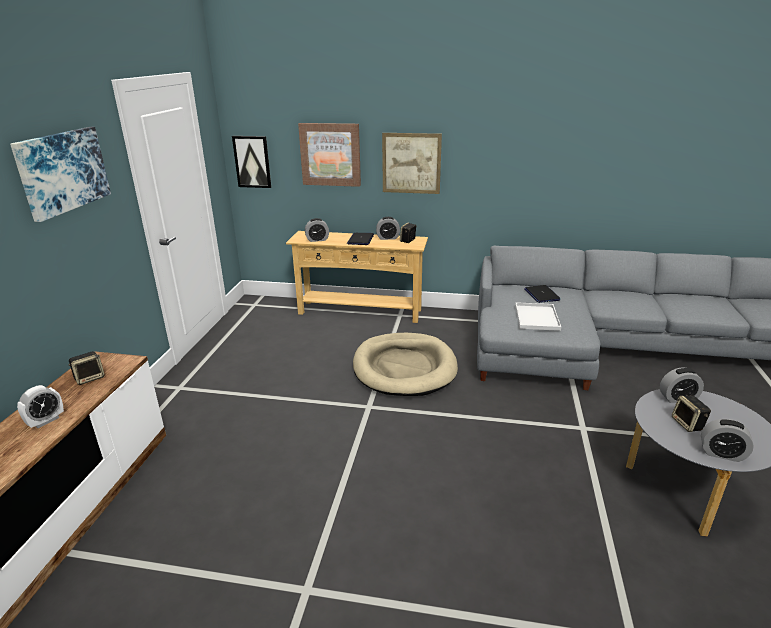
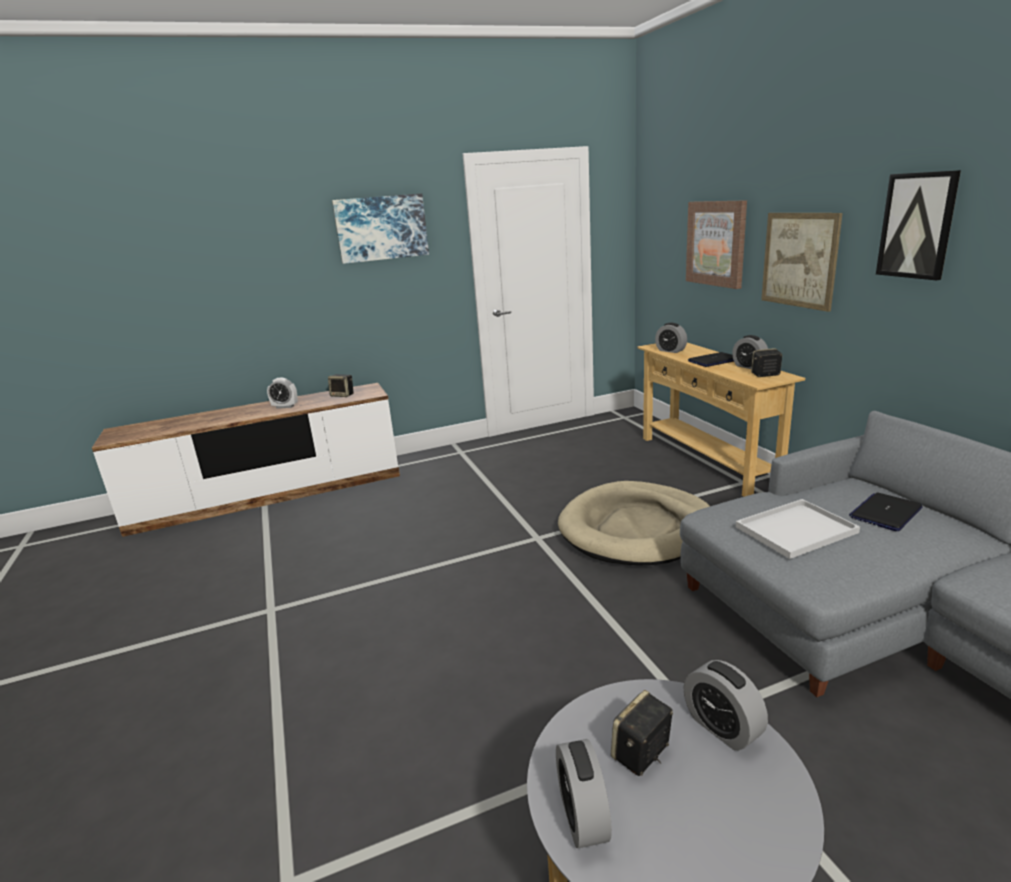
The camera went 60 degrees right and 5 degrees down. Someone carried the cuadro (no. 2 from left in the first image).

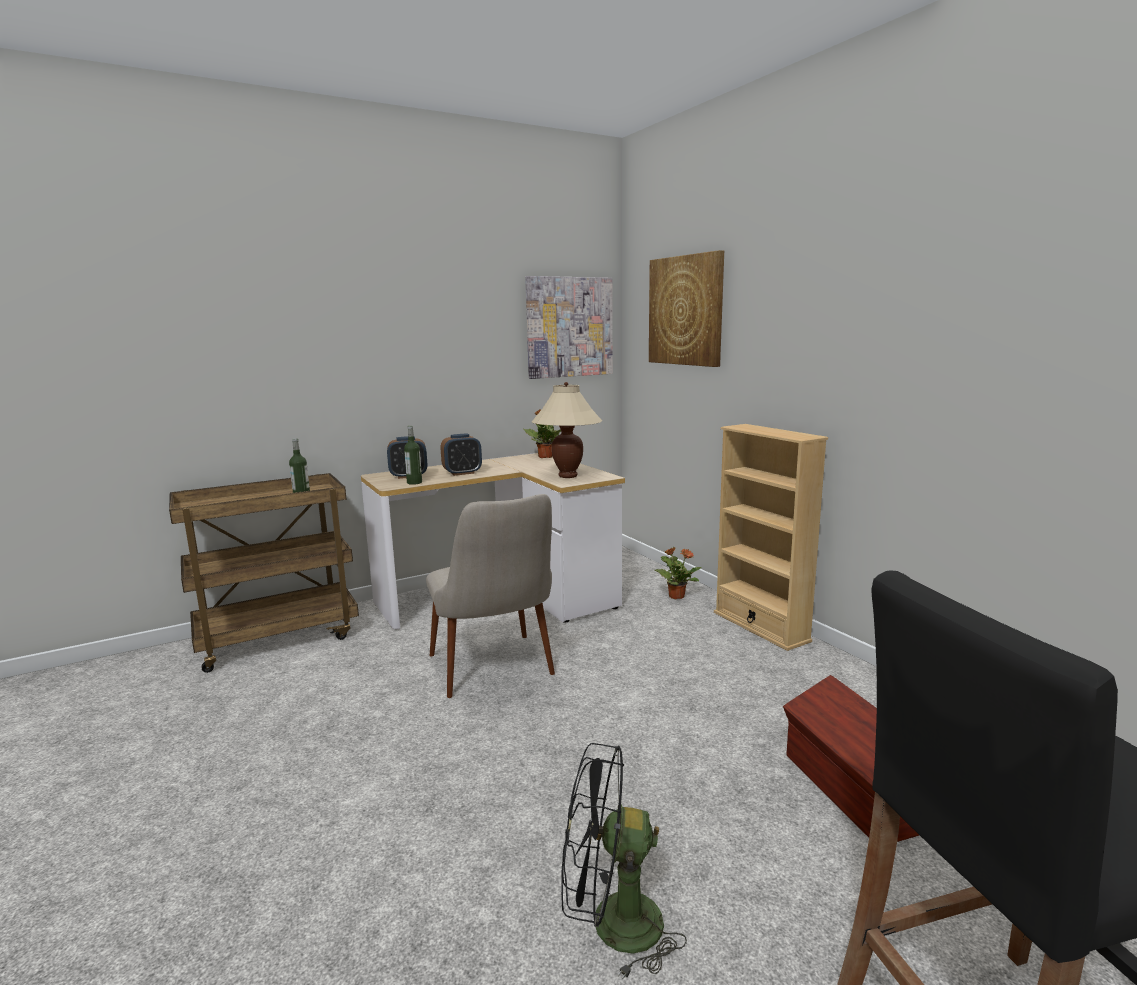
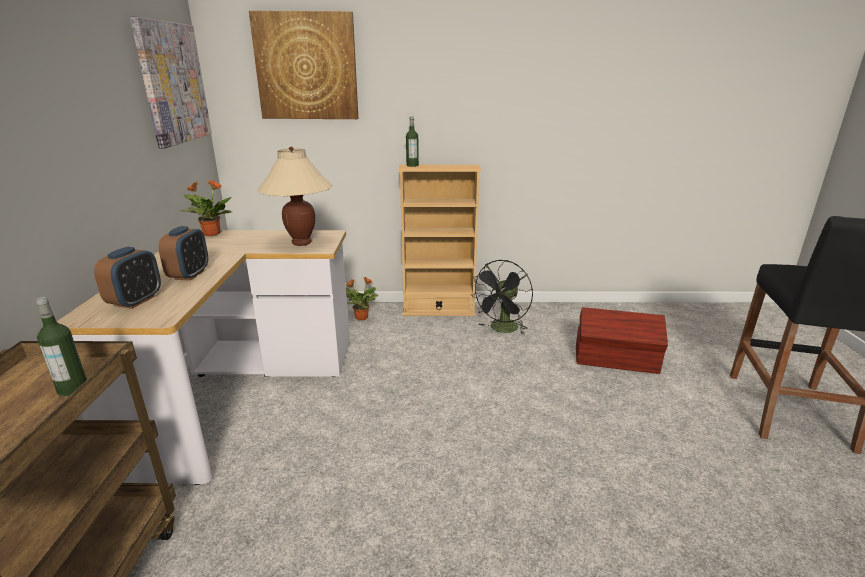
The camera went 60 degrees left and 10 degrees up. Someone carried the botella (no. 2 from left). Someone carried the ventilador (negro). Someone took away the silla (beis).

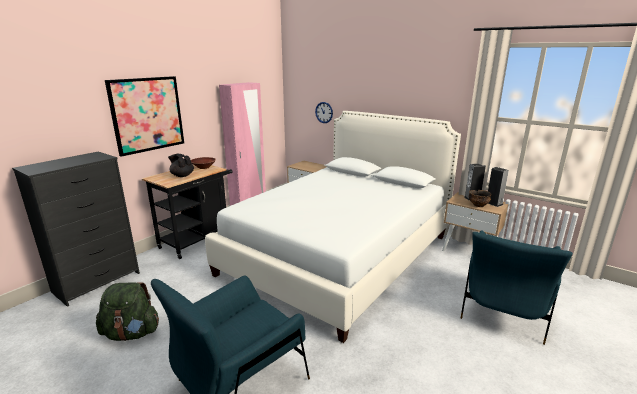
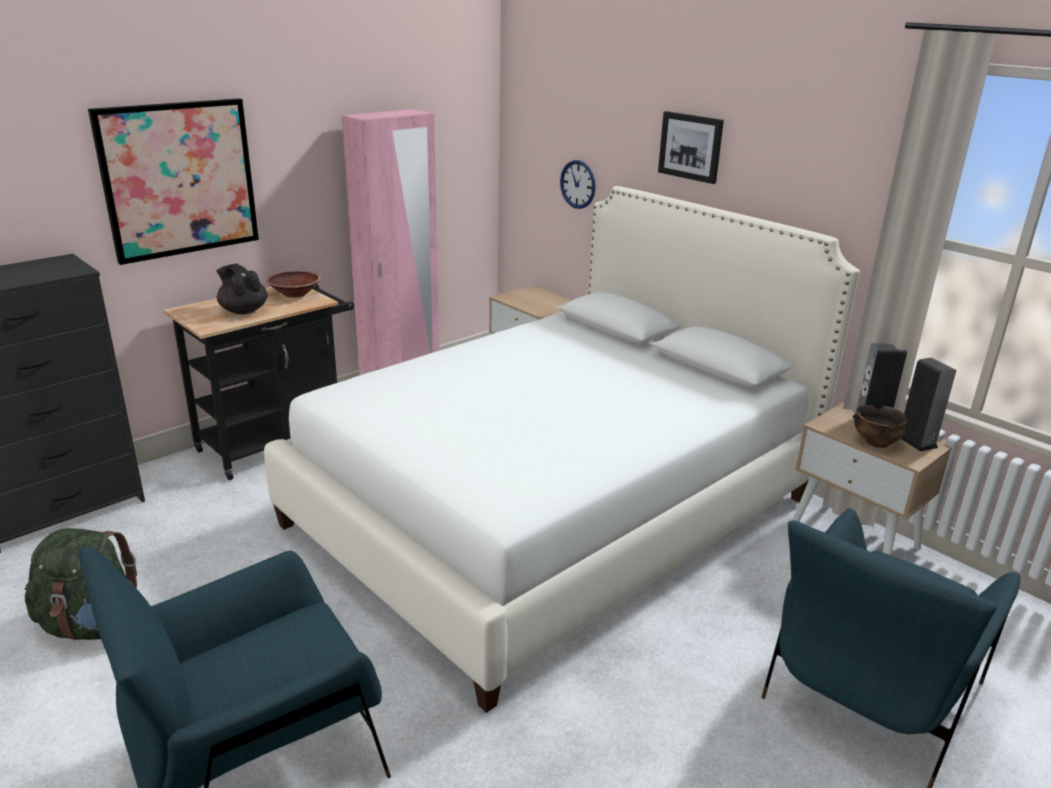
The camera went 10 degrees right and 5 degrees up. Someone put up the cuadro (no. 2 from left).

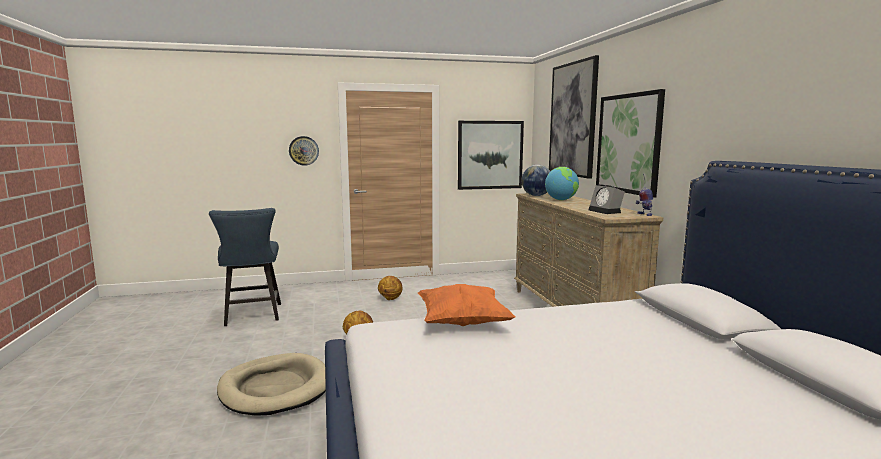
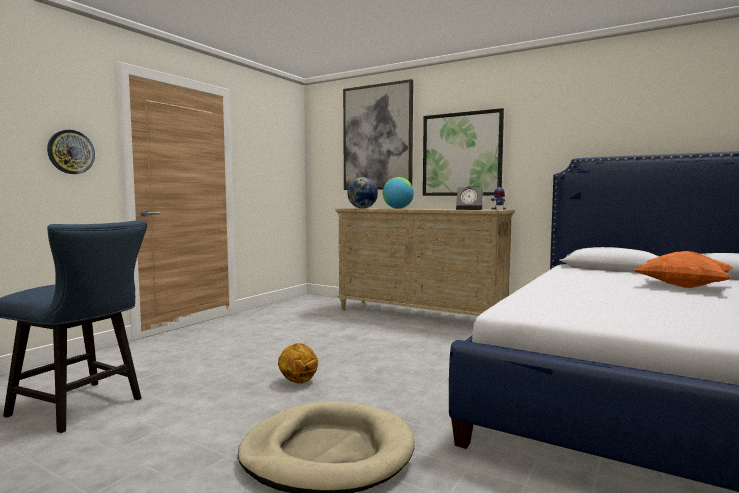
The camera went 45 degrees left and 5 degrees down. Someone carried the cojín (naranja). Someone took away the balón de baloncesto (no. 2 from left). Someone took away the cuadro (no. 1 from left).

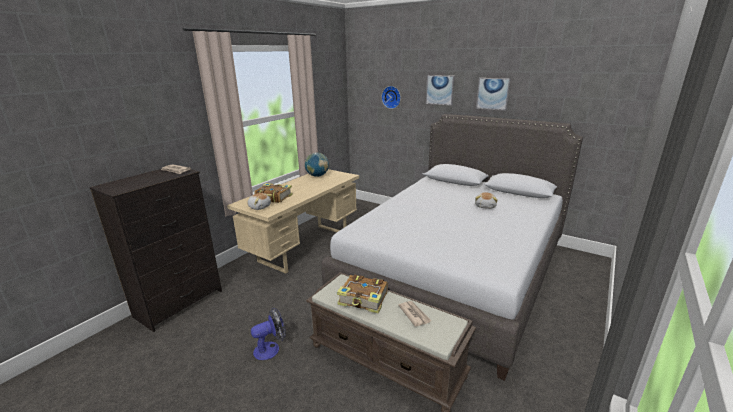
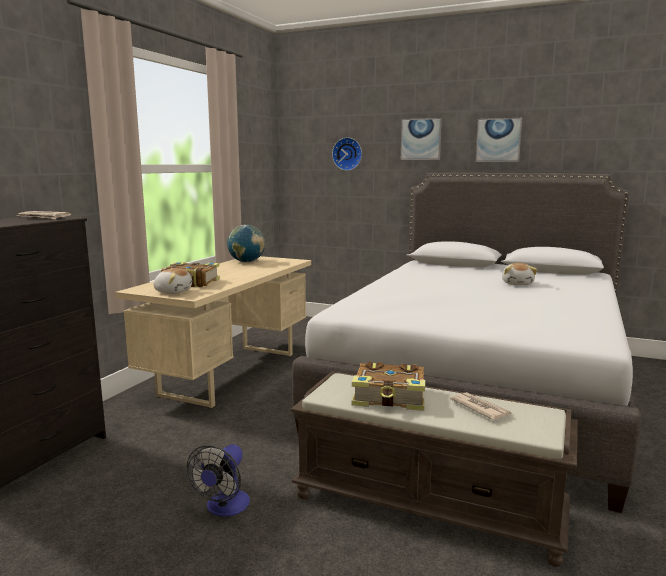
The camera went 10 degrees left and 10 degrees down. Someone rotated the ventilador by 150 degrees clockwise.

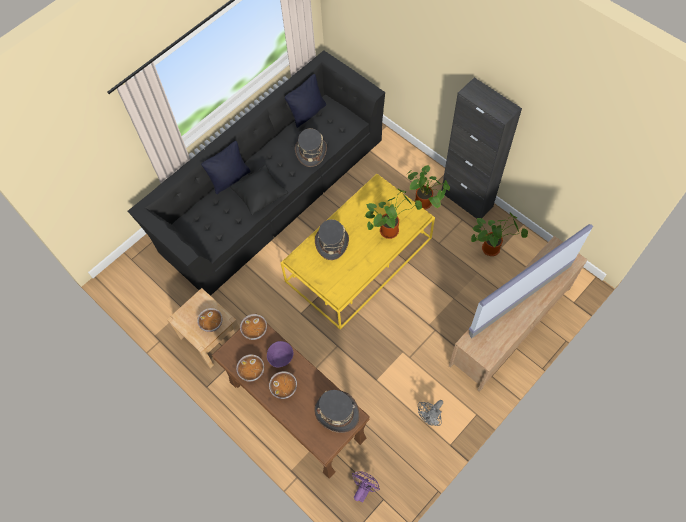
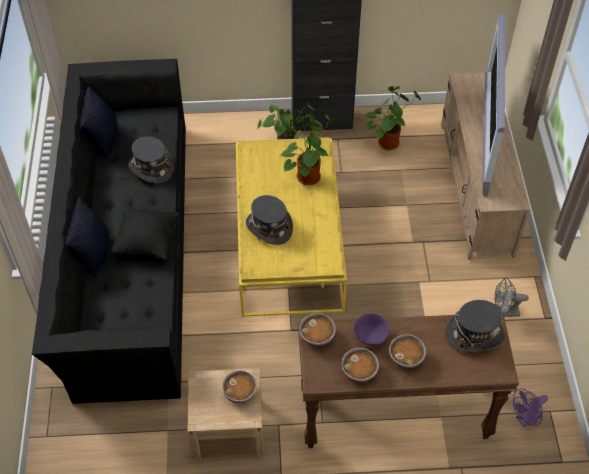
The camera went 50 degrees left and 10 degrees down. Someone rotated the ventilador (gris) by 90 degrees clockwise. Someone rotated the ventilador (morado) by 105 degrees counterclockwise.

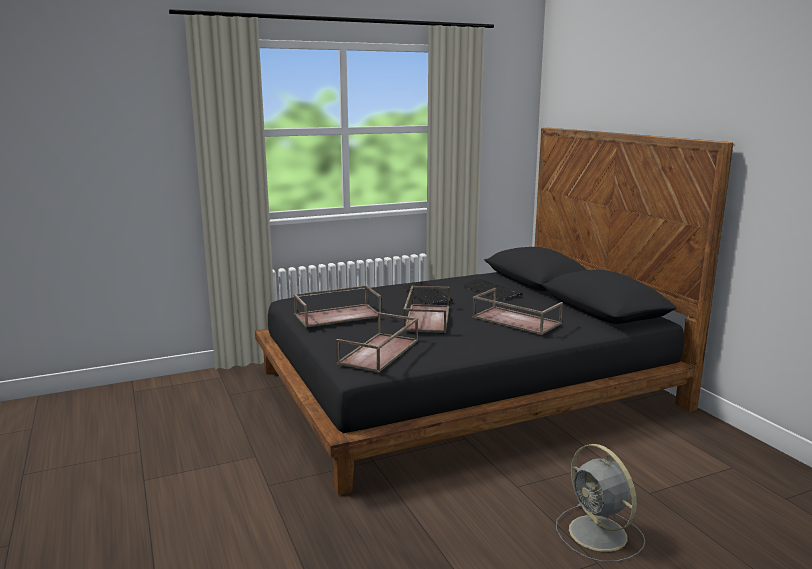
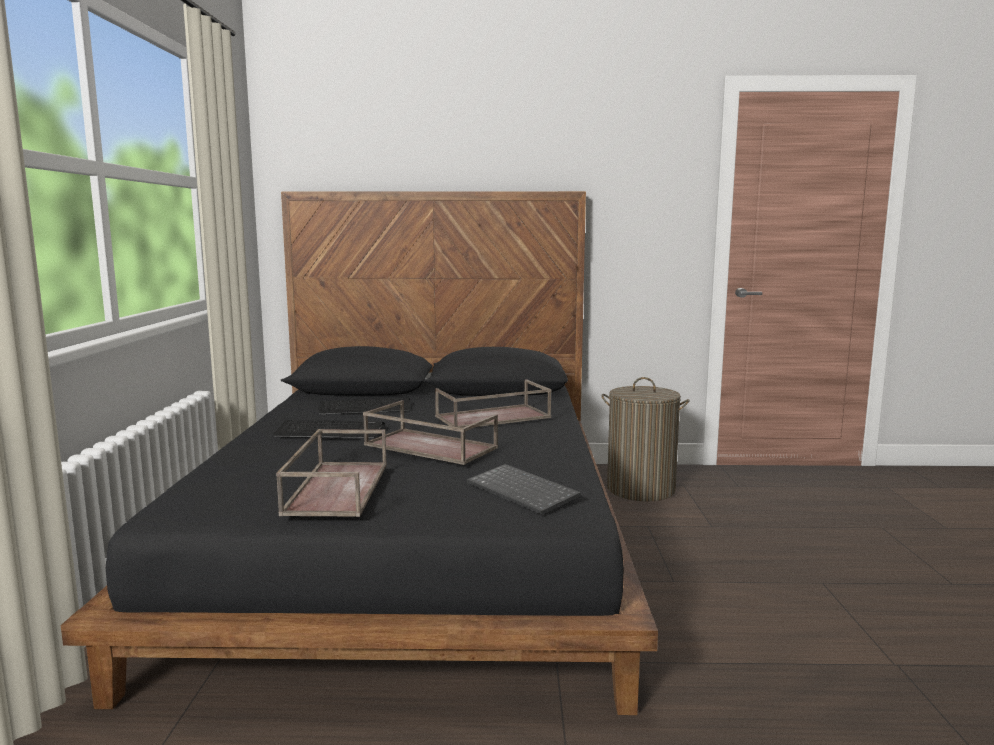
The camera went 65 degrees left and 5 degrees down. Someone swapped the bandeja (marrón) (no. 2 from left) for the teclado (no. 3 from left). Someone put down the cesto de la ropa. Someone took away the ventilador (gris).

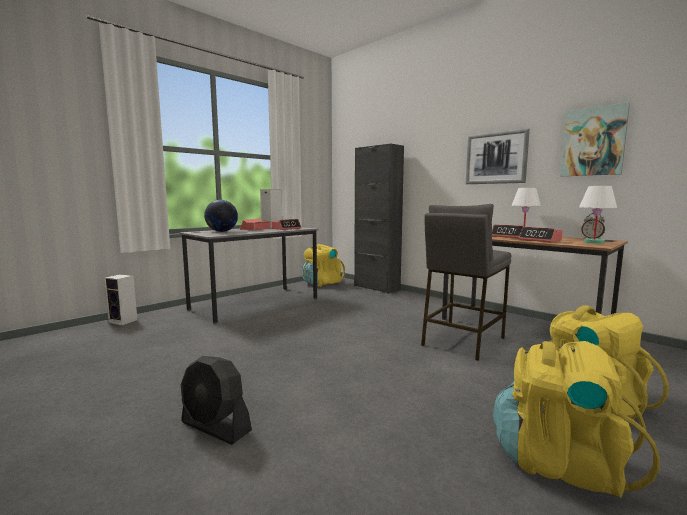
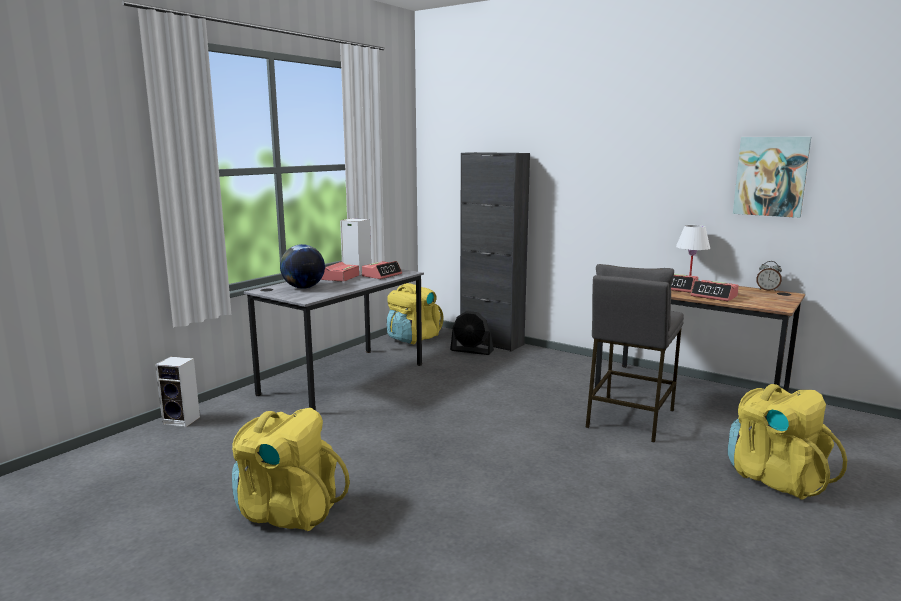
The camera went 10 degrees left and 5 degrees up. Someone carried the mochila (amarillo) (no. 2 from left in the first image). Someone carried the ventilador (negro). Someone took away the cuadro (no. 1 from left). Someone took away the lámpara de mesa (blanco) (no. 2 from left).

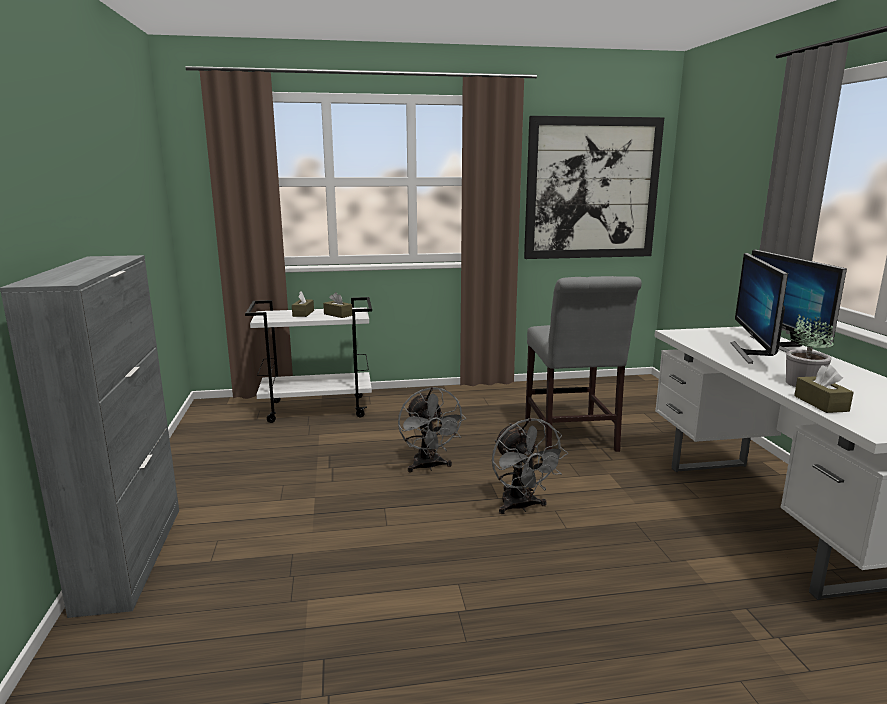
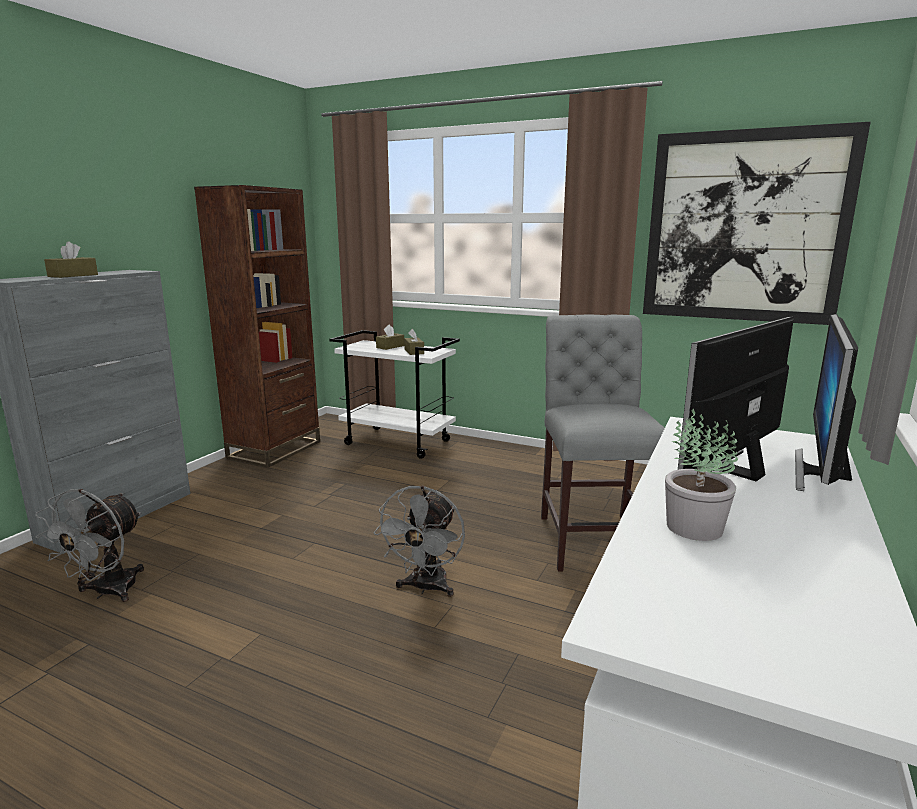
The camera went 35 degrees right and 0 degrees up. Someone carried the ventilador (gris) (no. 1 from left). Someone carried the caja de pañuelos (marrón) (no. 3 from left in the first image). Someone put down the estantería (marrón). Someone rotated the silla (gris) by 150 degrees clockwise.

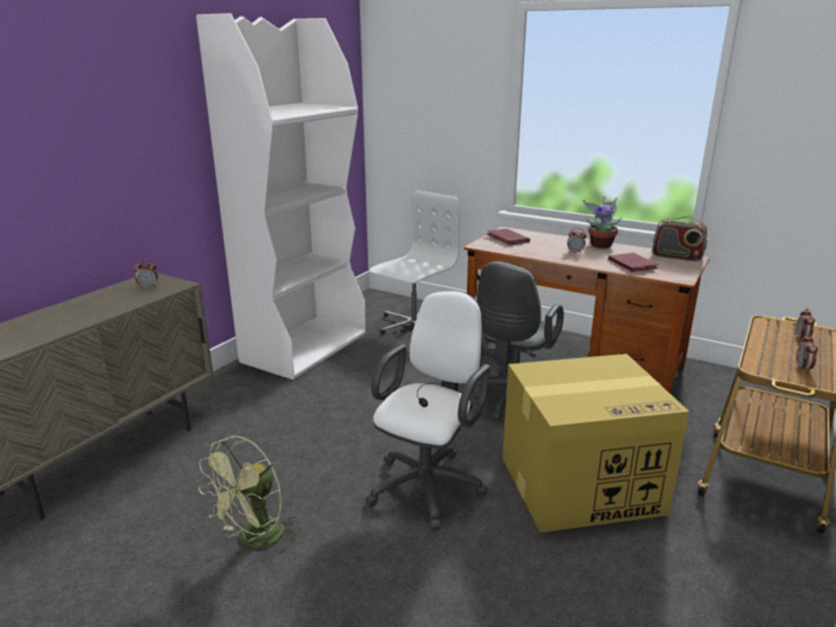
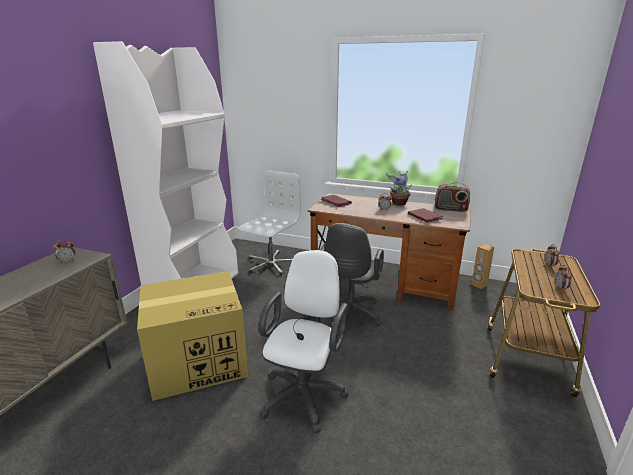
The camera went 10 degrees left and 0 degrees up. Someone carried the caja de cartón. Someone put down the altavoz (marrón). Someone took away the ventilador (verde).

